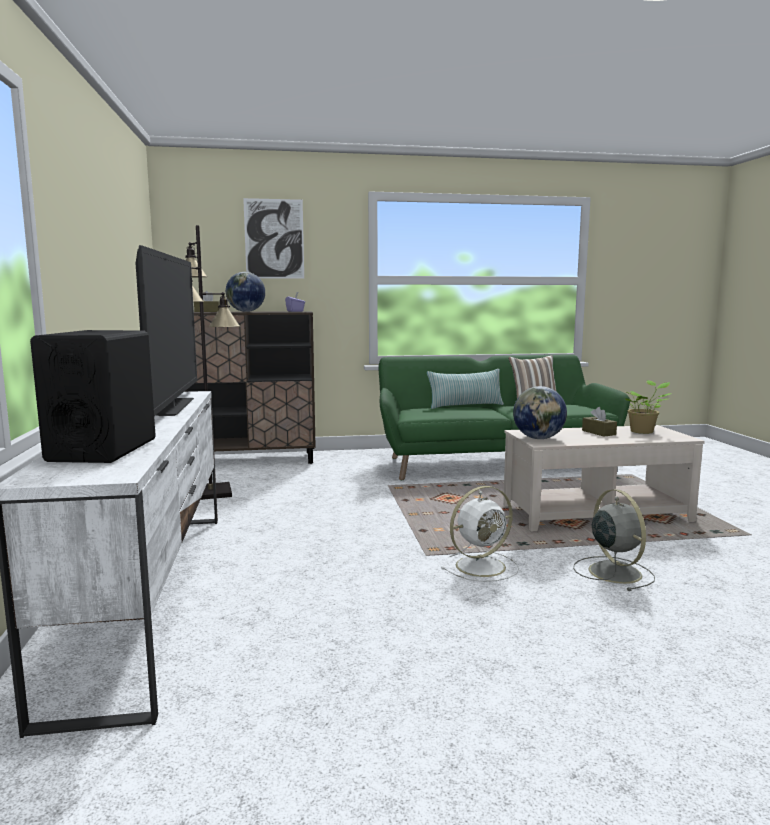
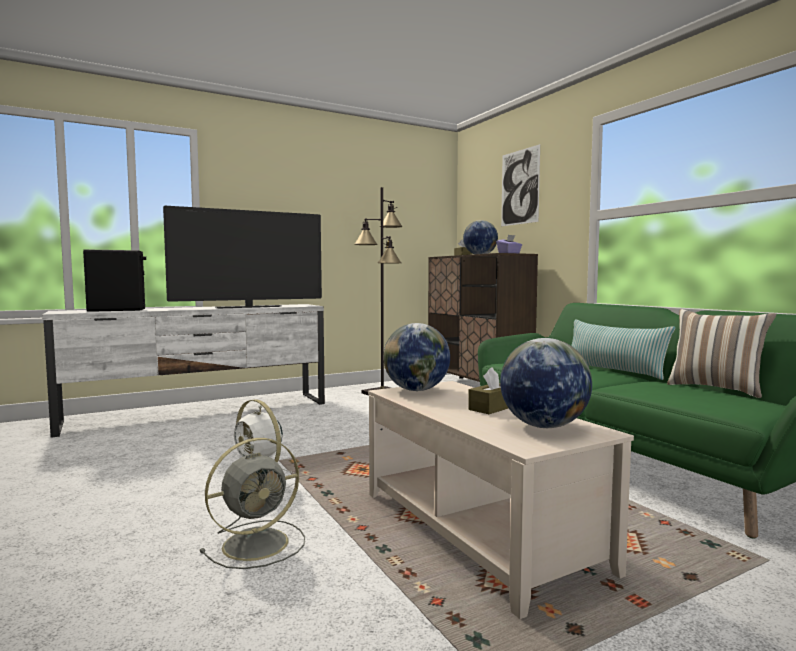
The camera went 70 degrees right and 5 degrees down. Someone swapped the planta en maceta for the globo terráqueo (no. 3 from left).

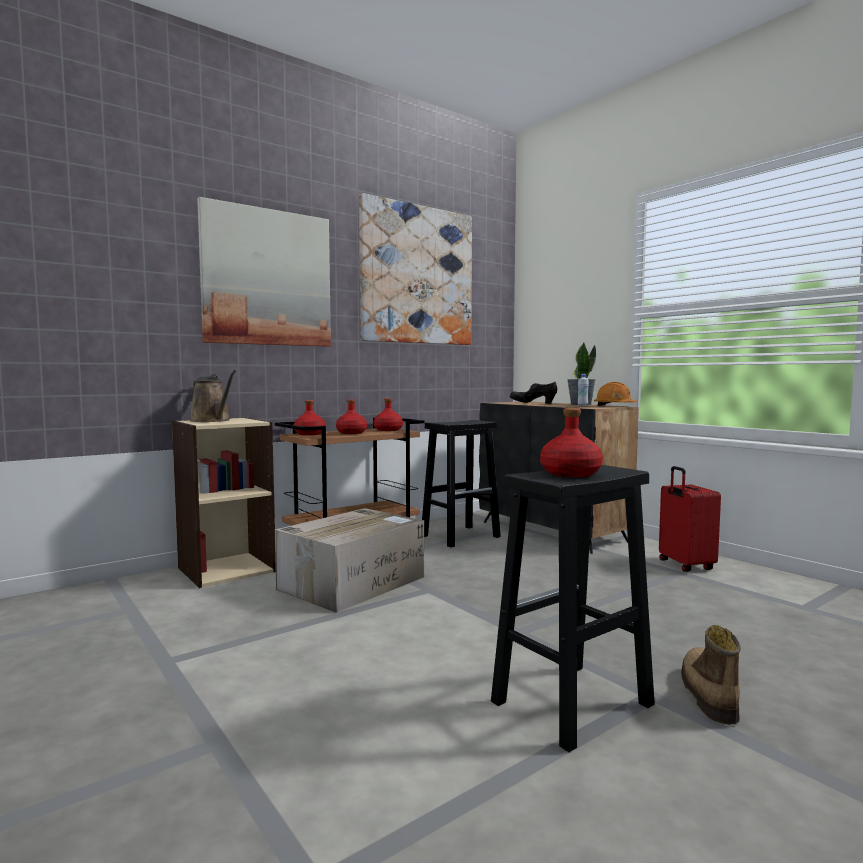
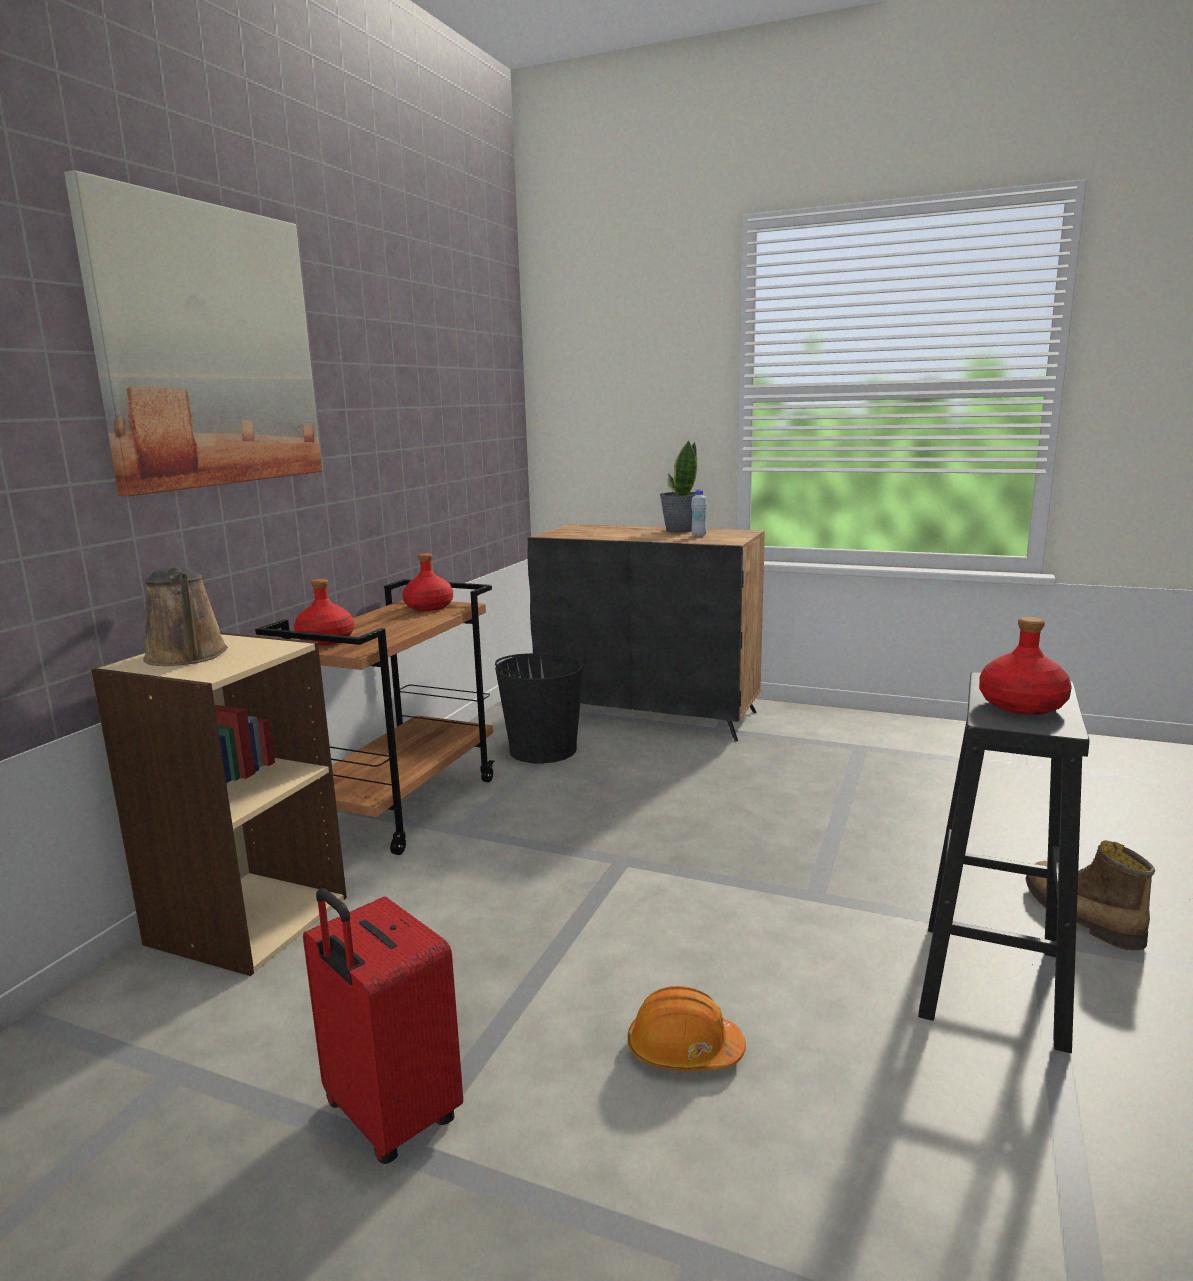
The camera went 30 degrees left and 10 degrees up. Someone rotated the regadera (marrón) by 45 degrees clockwise. Someone carried the maleta (rojo). Someone swapped the taburete (negro) (no. 1 from left) for the cubo (negro). Someone carried the casco (naranja). Someone took away the caja de cartón. Someone took away the botella (rojo) (no. 2 from left). Someone took away the cuadro (no. 2 from left). Someone took away the zapato (negro).

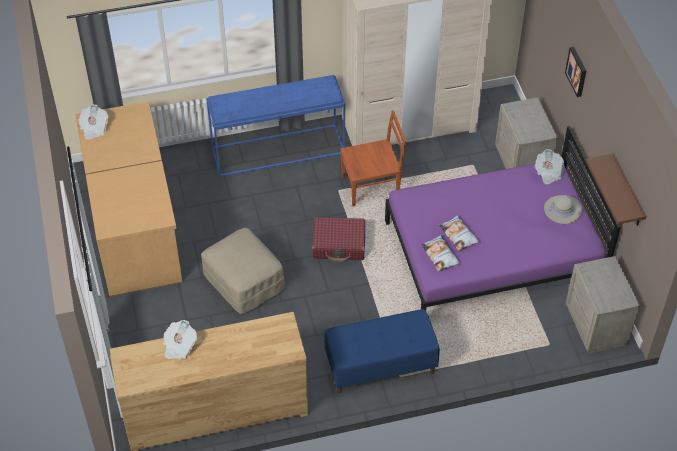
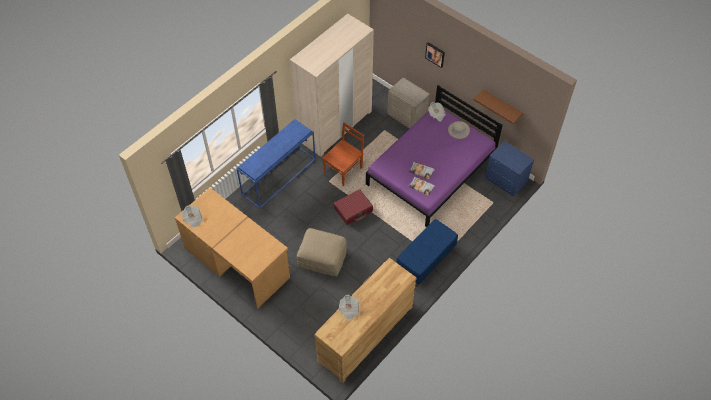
The camera went 35 degrees left and 5 degrees up. Someone repainted the mesita de noche (beis) (no. 2 from left), which became the mesita de noche (azul).

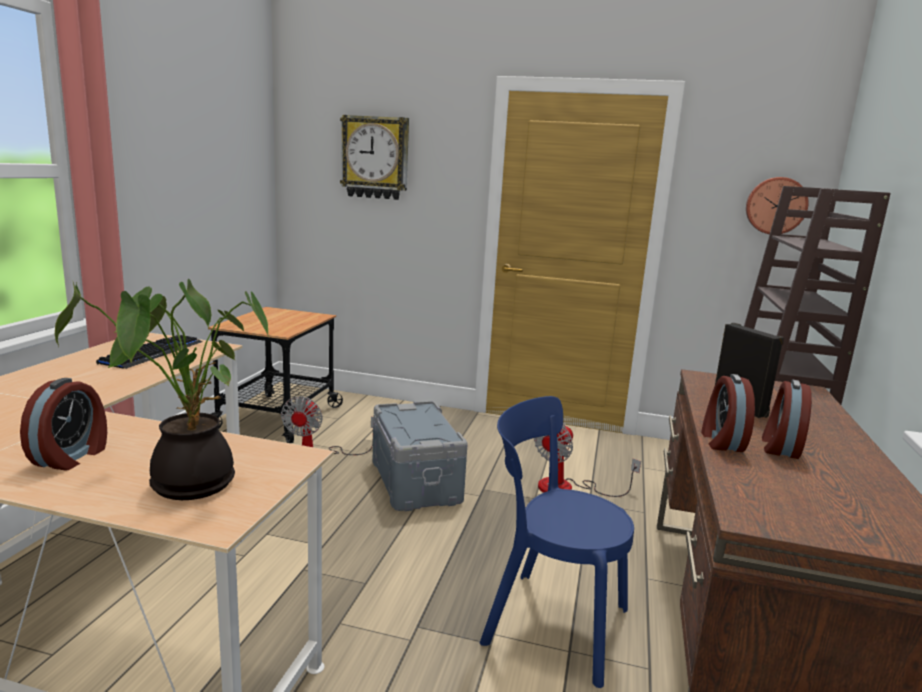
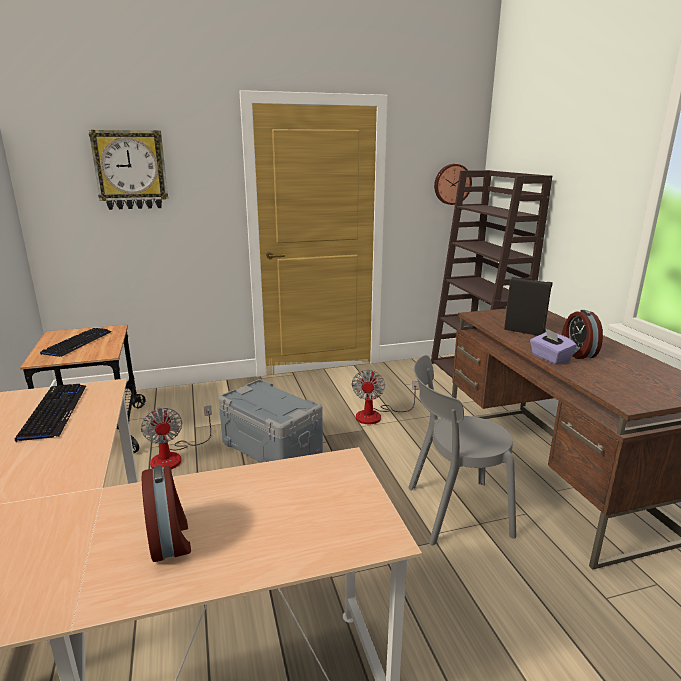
The camera went 30 degrees left and 5 degrees up. Someone put down the teclado (no. 2 from left). Someone repainted the silla (azul), which became the silla (gris). Someone swapped the despertador (no. 2 from left) for the caja de pañuelos (morado). Someone took away the planta en maceta.

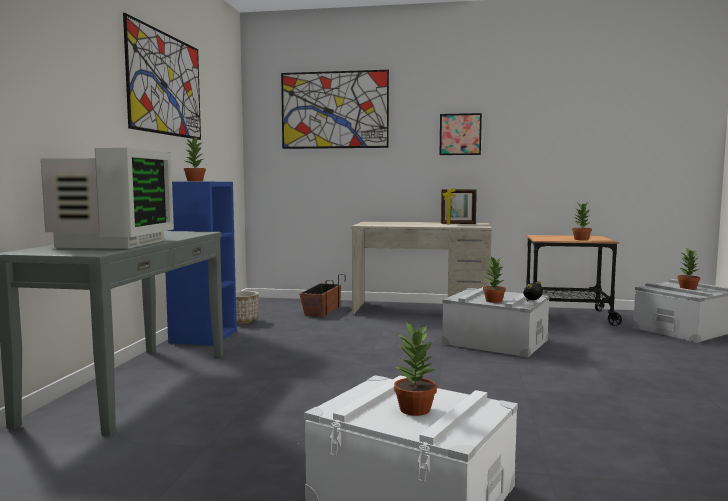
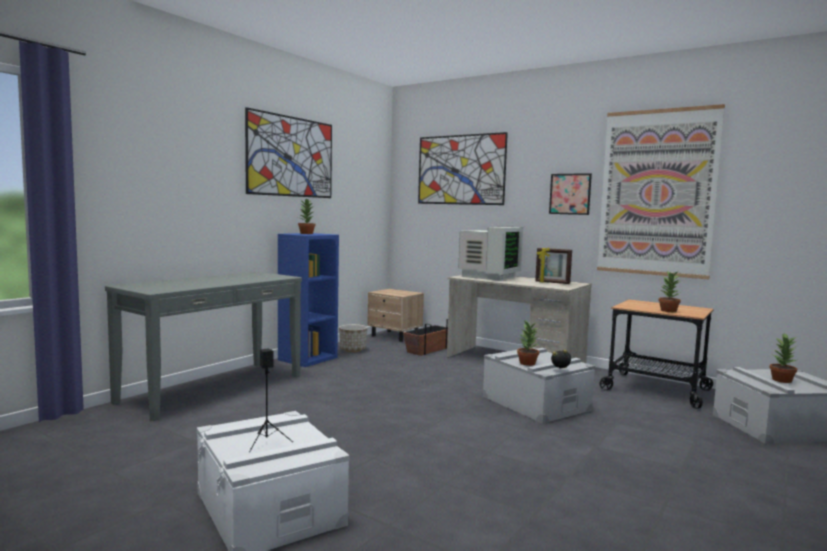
The camera went 25 degrees right and 0 degrees up. Someone swapped the planta en maceta (no. 2 from left) for the altavoz (negro). Someone put down the mesita de noche (beis). Someone carried the monitor. Someone put up the cuadro (no. 4 from left).

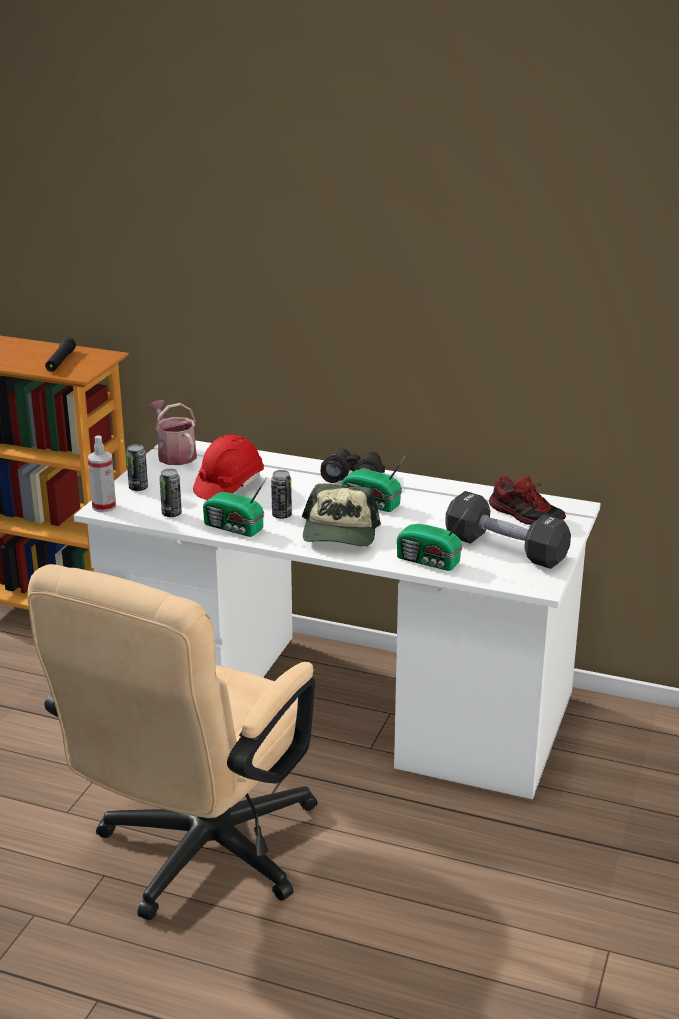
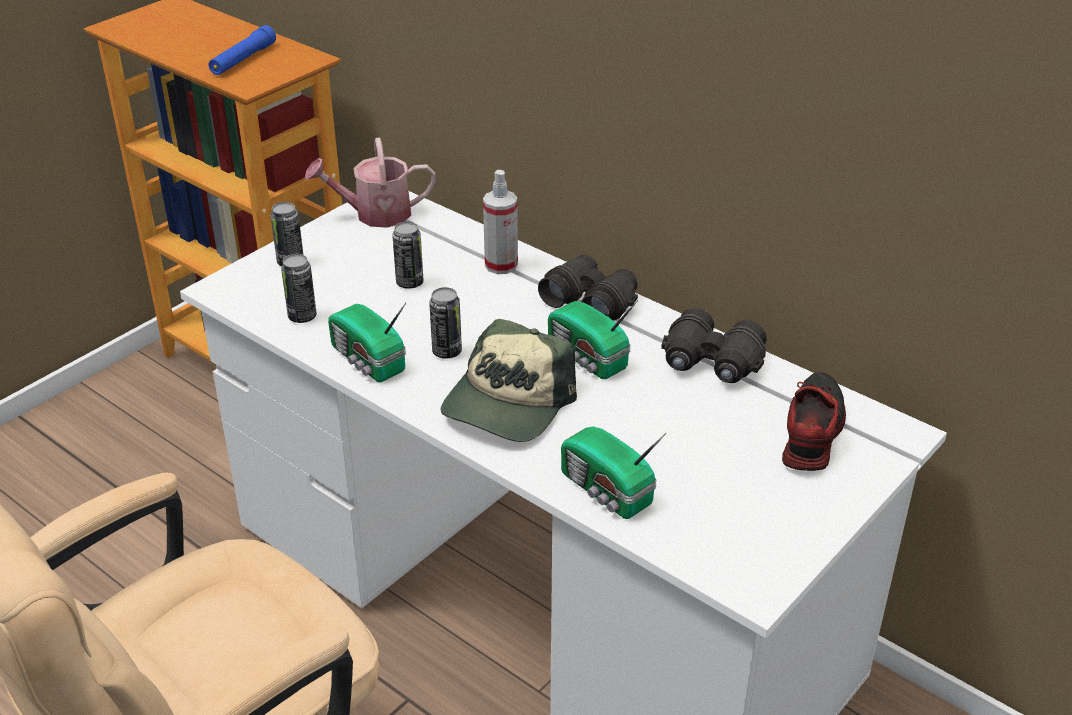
The camera went 20 degrees right and 10 degrees up. Someone repainted the linterna (negro), which became the linterna (azul). Someone rotated the regadera by 90 degrees counterclockwise. Someone swapped the casco (rojo) for the lata (no. 3 from left). Someone carried the pulverizador. Someone put down the prismáticos (negro) (no. 2 from left). Someone rotated the zapato by 135 degrees counterclockwise. Someone took away the mancuerna (negro).

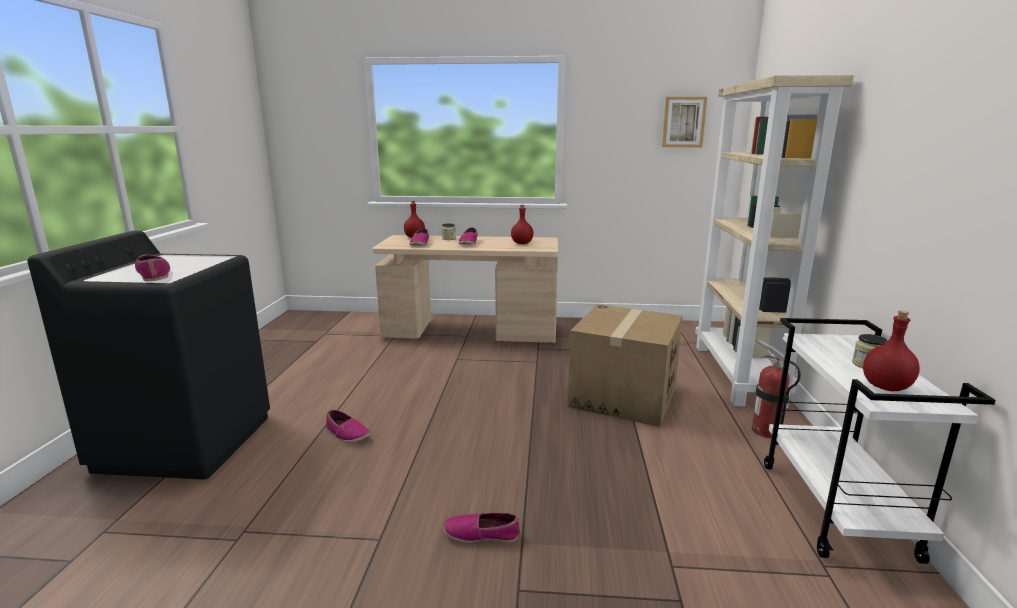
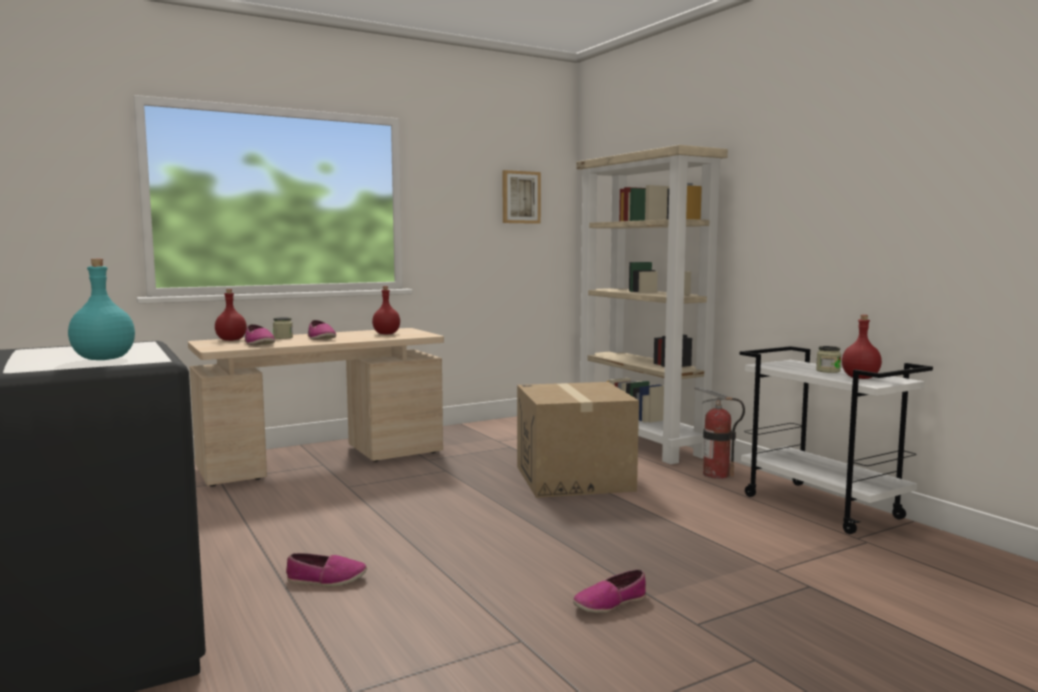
The camera went 35 degrees left and 10 degrees down. Someone swapped the zapato (no. 1 from left) for the botella (turquesa).

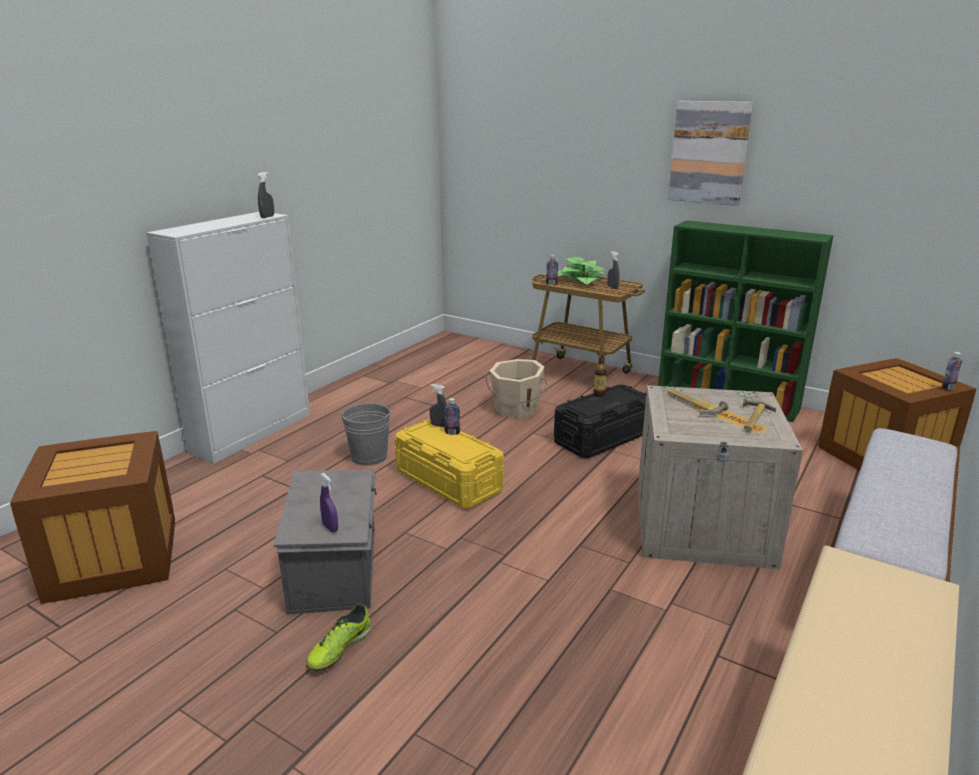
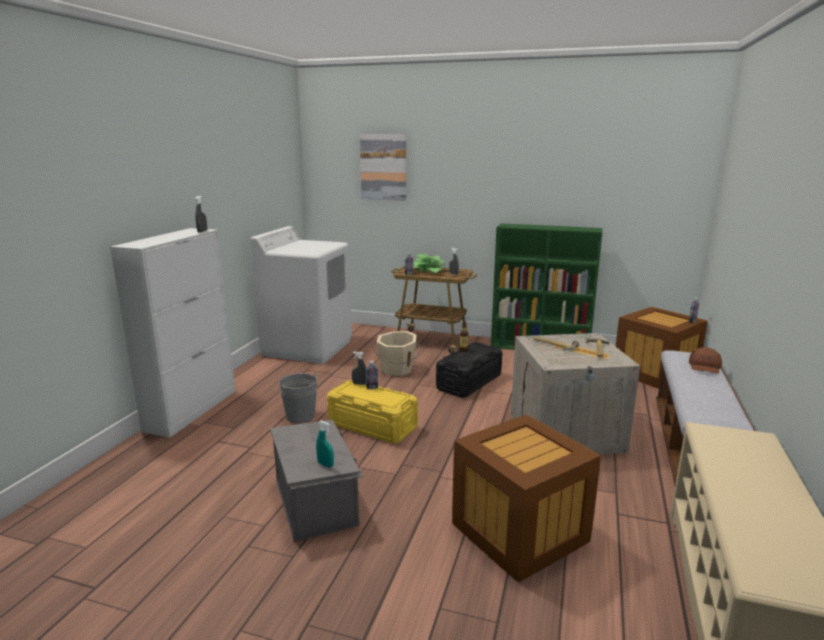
The camera went 15 degrees left and 5 degrees down. Someone put down the lavadora (blanco). Someone repainted the pulverizador (morado), which became the pulverizador (turquesa). Someone carried the cuadro. Someone carried the caja de embalaje (no. 1 from left). Someone put down the gorra (marrón). Someone took away the zapato.

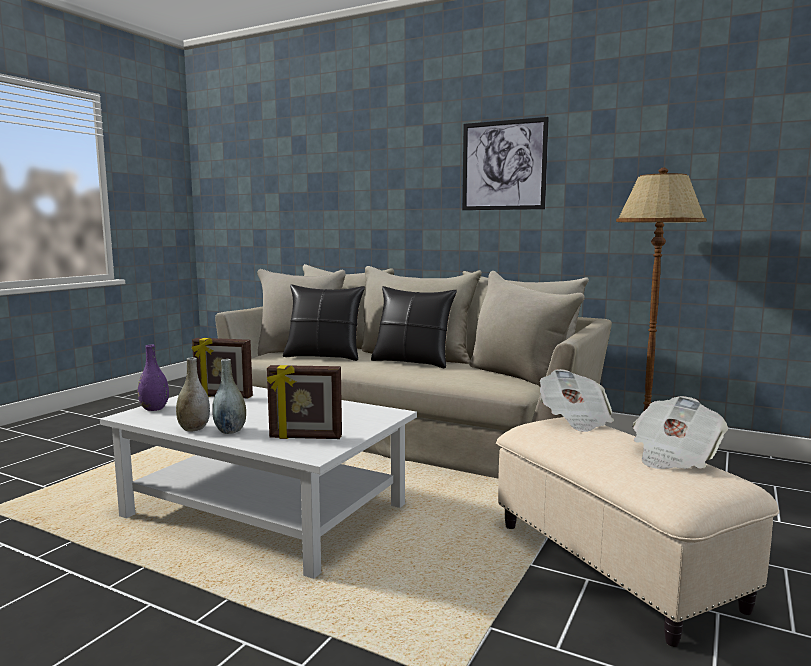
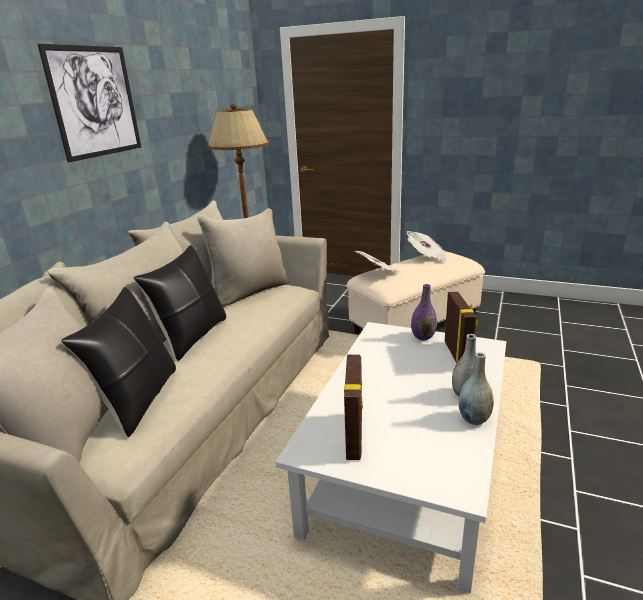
The camera went 95 degrees left and 15 degrees up. Someone carried the florero (morado).

